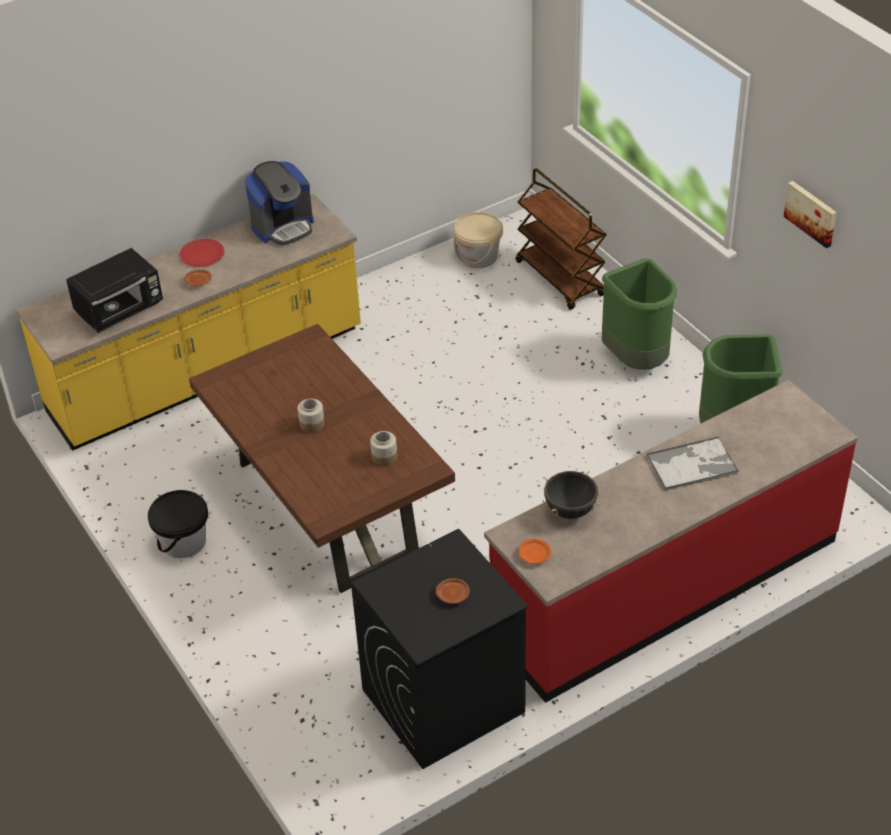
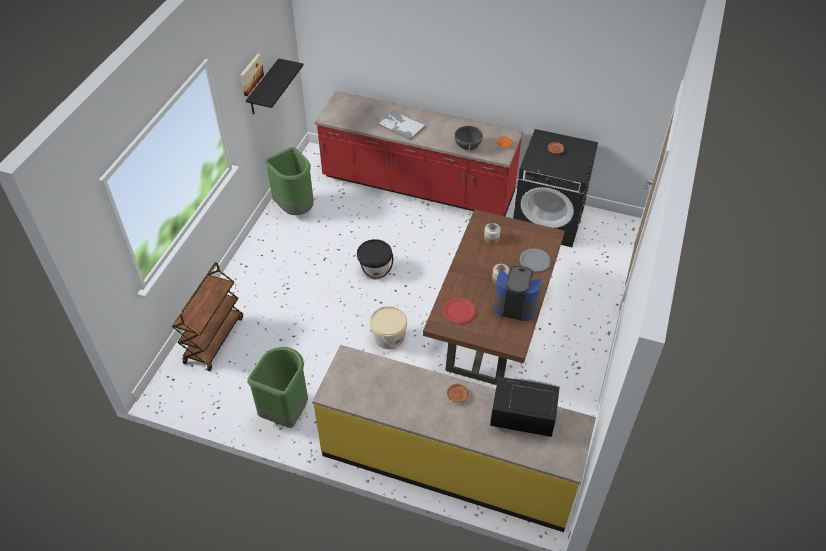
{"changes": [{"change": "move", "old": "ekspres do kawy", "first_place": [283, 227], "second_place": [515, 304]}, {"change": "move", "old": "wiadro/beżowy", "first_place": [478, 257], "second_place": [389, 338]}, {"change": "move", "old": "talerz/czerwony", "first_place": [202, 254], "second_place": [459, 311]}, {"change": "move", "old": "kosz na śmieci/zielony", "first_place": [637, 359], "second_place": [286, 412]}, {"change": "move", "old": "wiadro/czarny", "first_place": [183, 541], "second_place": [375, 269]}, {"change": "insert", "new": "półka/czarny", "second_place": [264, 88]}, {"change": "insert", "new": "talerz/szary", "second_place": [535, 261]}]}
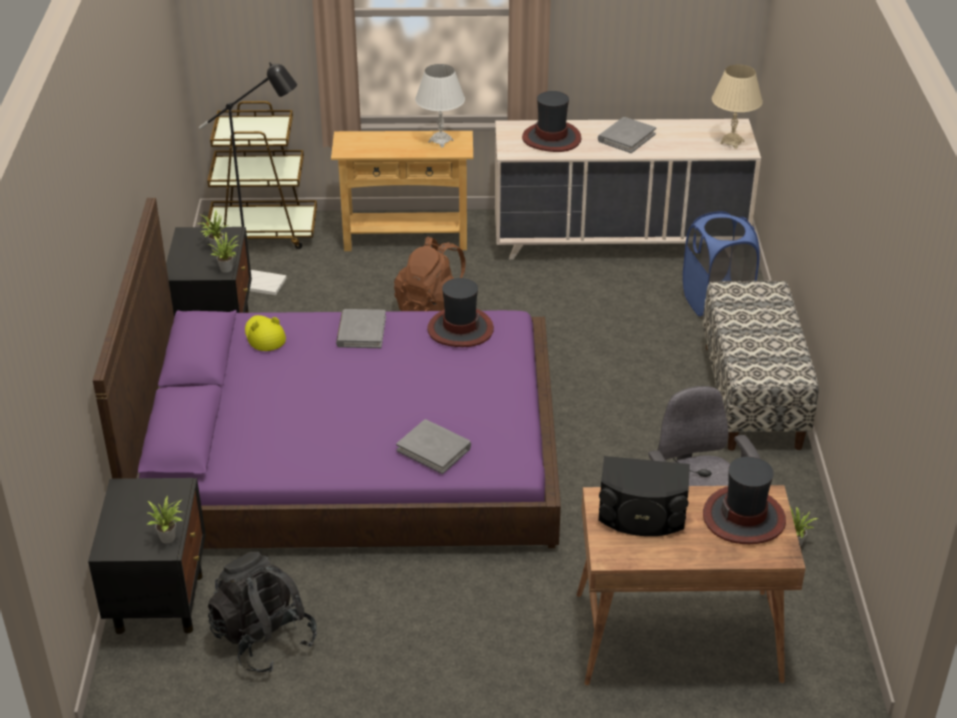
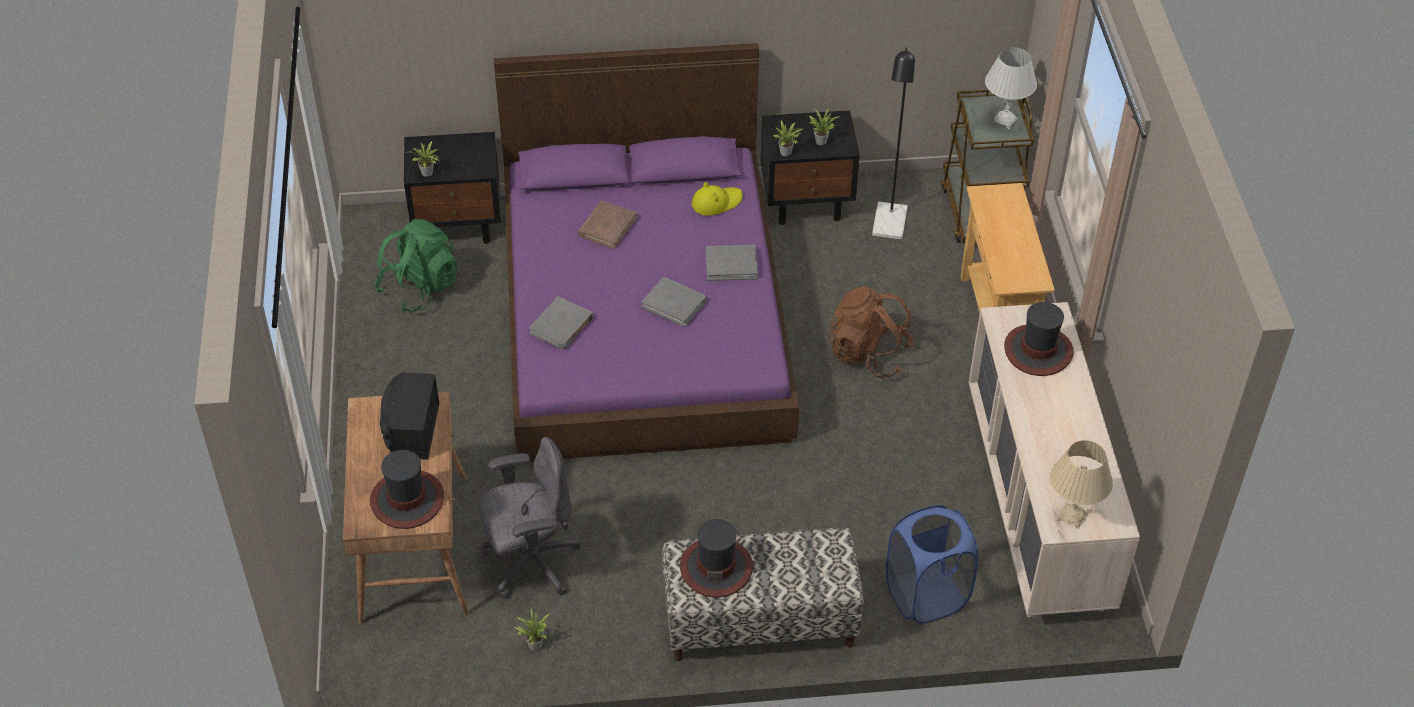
{"changes": [{"change": "move", "old": "lampa stołowa/biały", "first_place": [440, 141], "second_place": [1004, 120]}, {"change": "move", "old": "książka/szary", "first_place": [626, 137], "second_place": [674, 304]}, {"change": "move", "old": "kapelusz", "first_place": [460, 329], "second_place": [716, 567]}, {"change": "recolor", "old": "plecak/czarny", "new": "plecak/zielony", "first_place": [263, 639], "second_place": [419, 287]}, {"change": "insert", "new": "książka/brązowy", "second_place": [607, 227]}]}
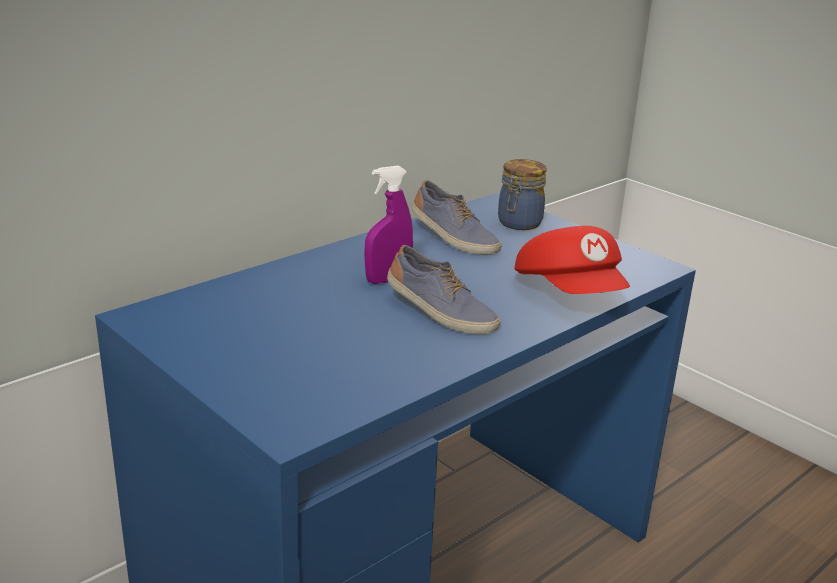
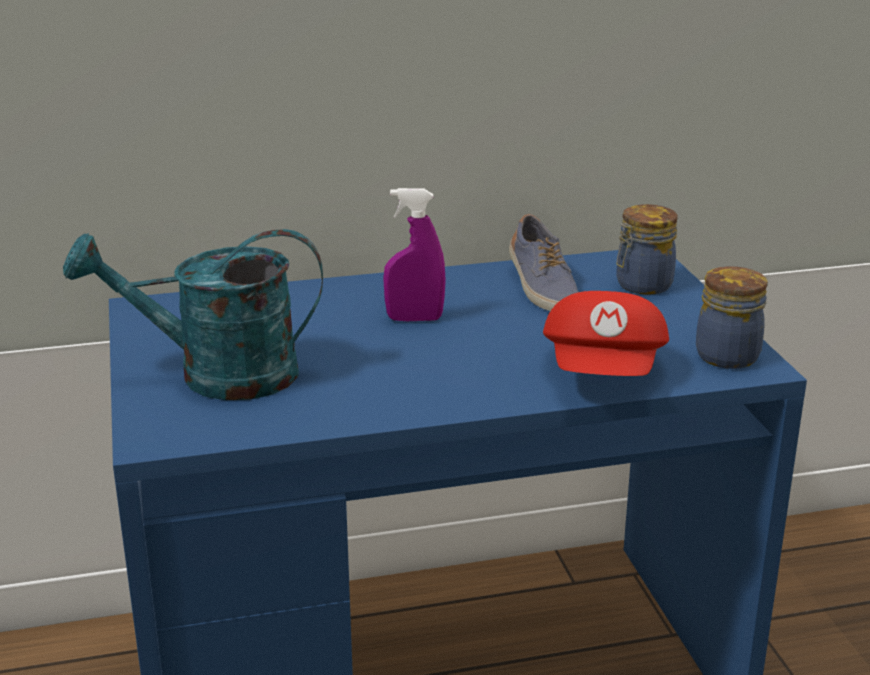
{"changes": [{"change": "delete", "old": "but", "first_place": [440, 313]}, {"change": "insert", "new": "konewka/turkusowy", "second_place": [216, 375]}, {"change": "insert", "new": "słoik", "second_place": [727, 355]}]}
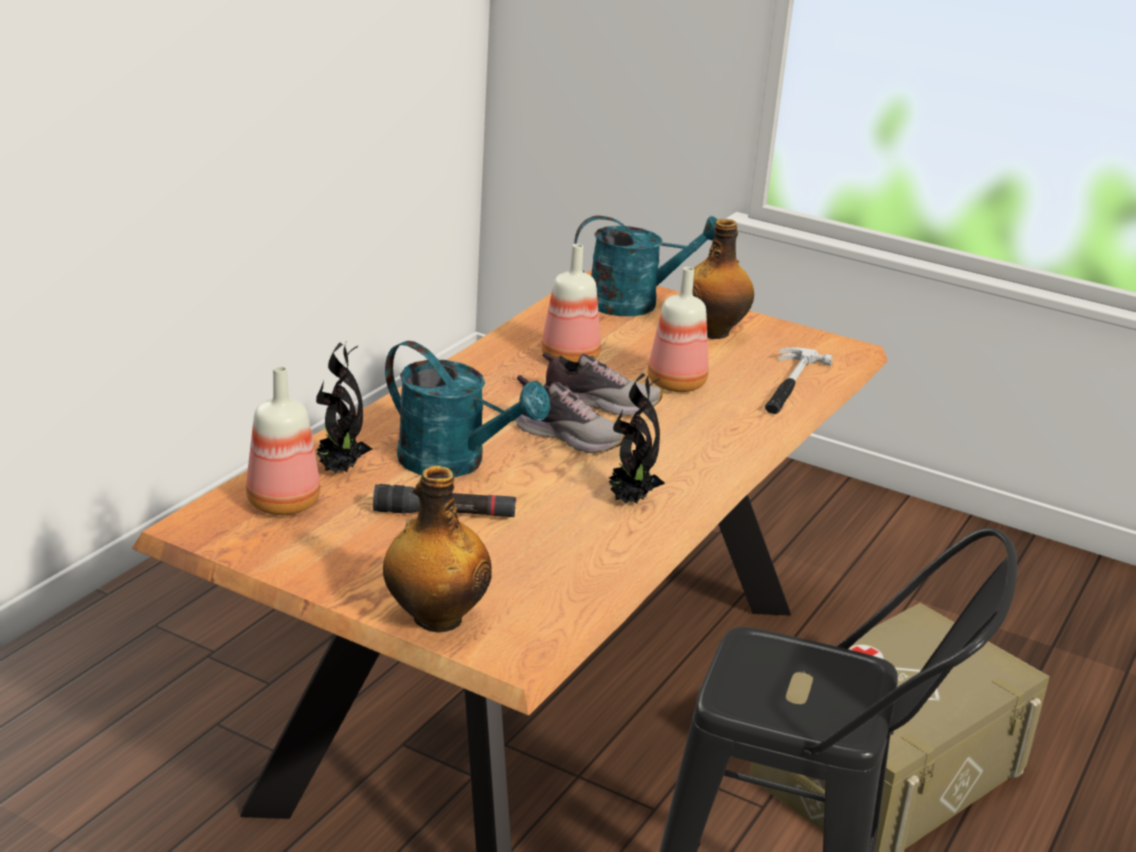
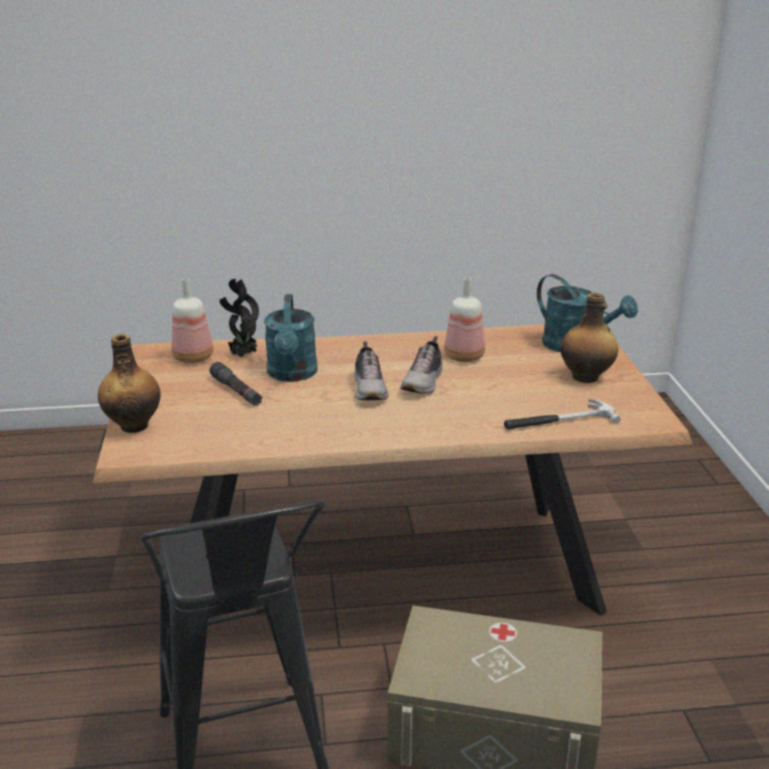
{"changes": [{"change": "delete", "old": "butelka", "first_place": [678, 384]}, {"change": "rotate", "old": "but", "first_place": [600, 404], "second_place": [424, 382], "degrees": 45}, {"change": "delete", "old": "roślina doniczkowa", "first_place": [630, 501]}]}
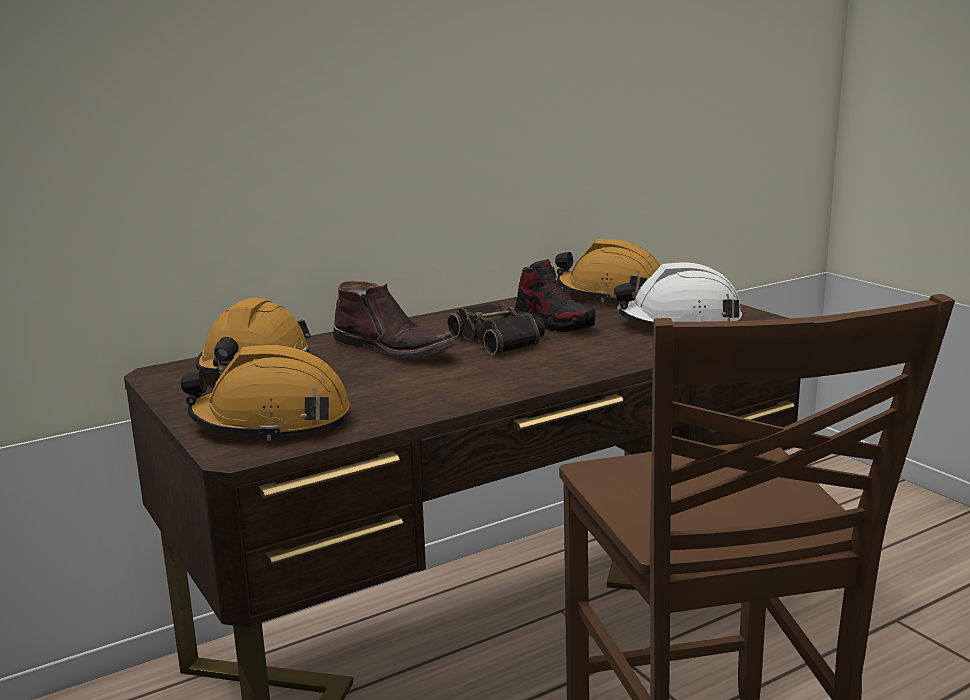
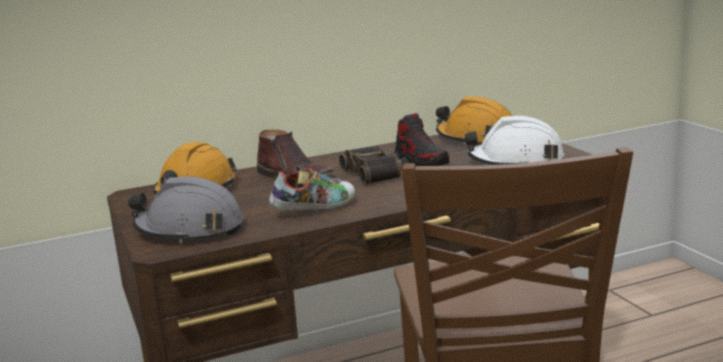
{"changes": [{"change": "recolor", "old": "kask/pomarańczowy", "new": "kask/szary", "first_place": [272, 421], "second_place": [190, 230]}, {"change": "insert", "new": "but", "second_place": [314, 210]}]}
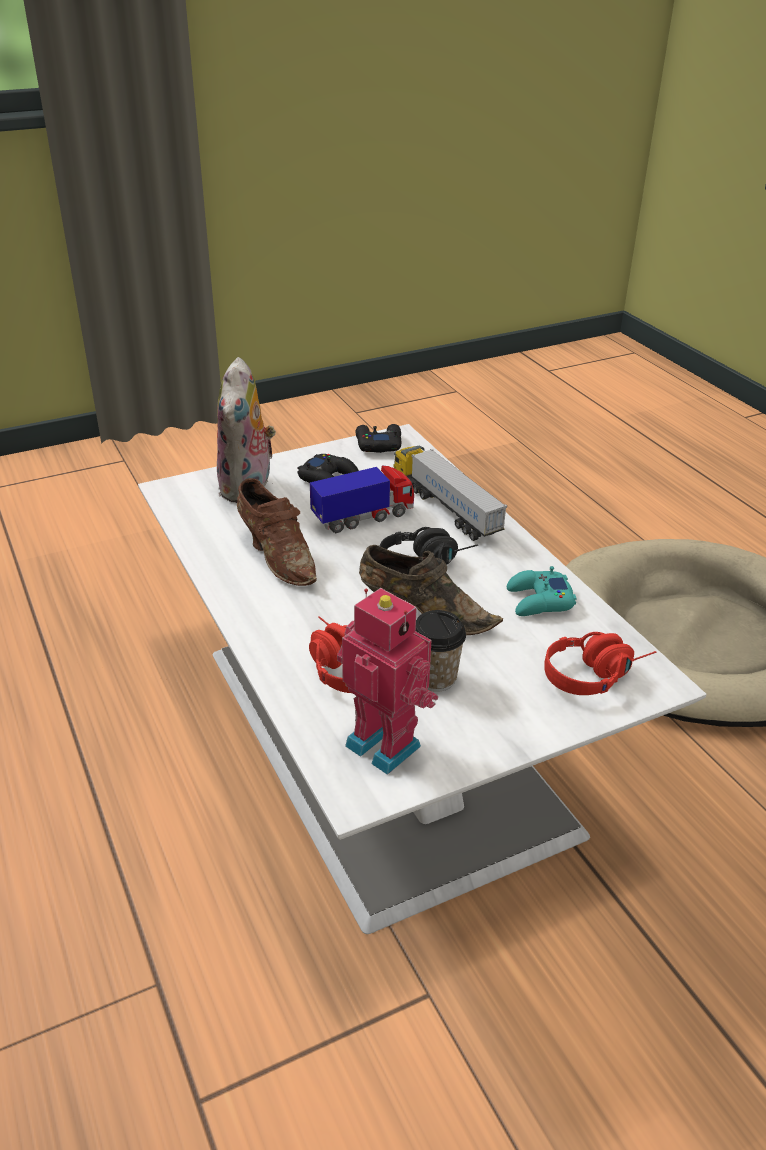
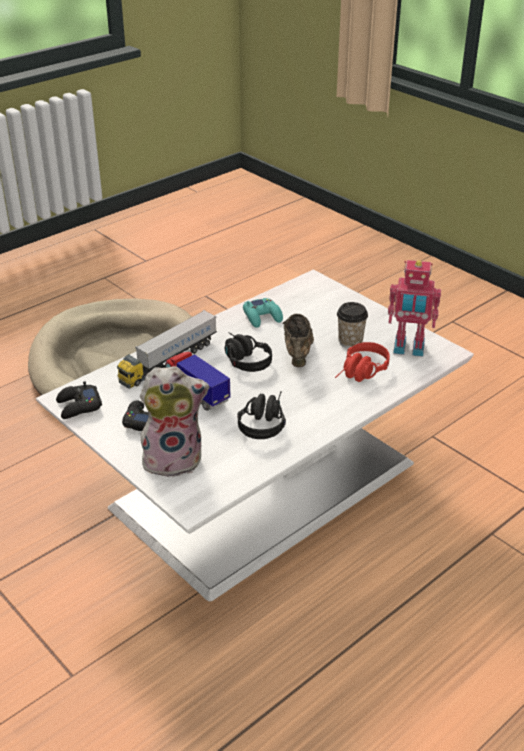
{"changes": [{"change": "replace", "old": "but/brązowy", "new": "słuchawki/czarny", "first_place": [277, 556], "second_place": [263, 421]}, {"change": "rotate", "old": "robot zabawkowy", "first_place": [386, 743], "second_place": [408, 349], "degrees": -105}, {"change": "delete", "old": "słuchawki/czerwony", "first_place": [596, 673]}]}
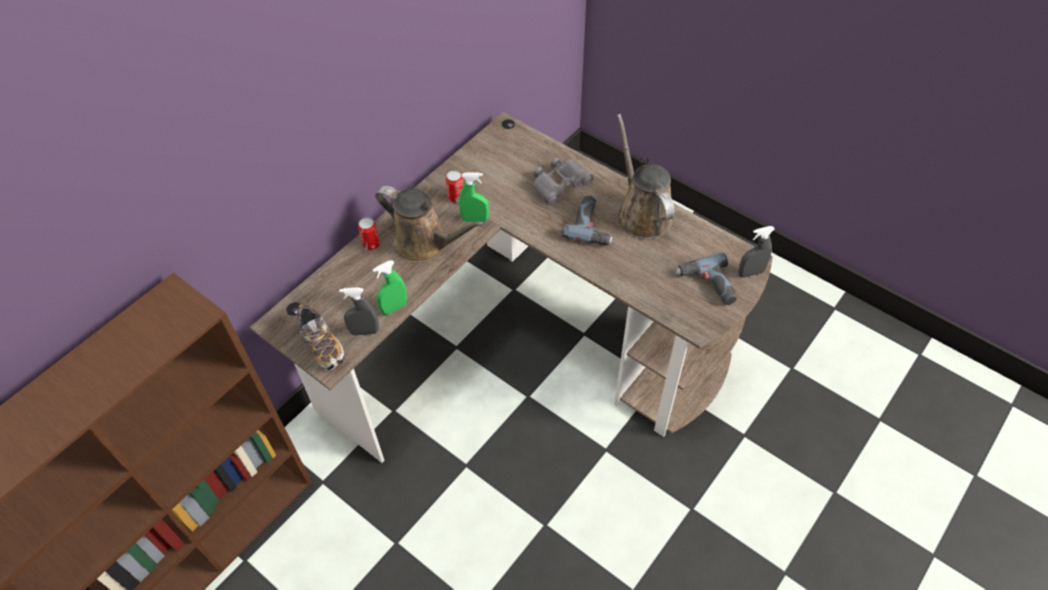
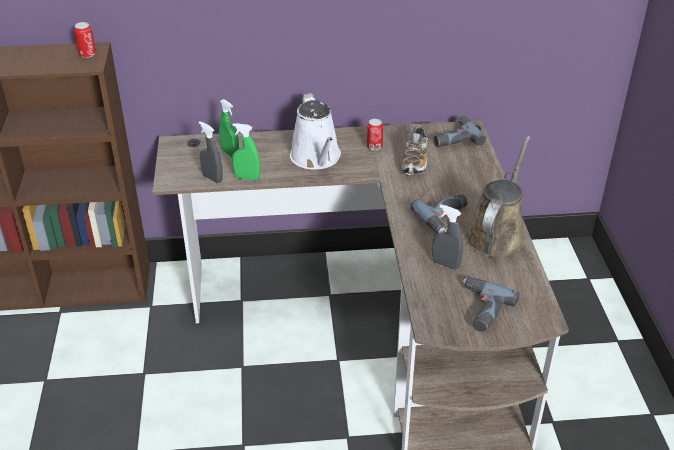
{"changes": [{"change": "delete", "old": "lornetka/szary", "first_place": [559, 184]}, {"change": "move", "old": "spryskiwacz/zielony", "first_place": [475, 219], "second_place": [230, 153]}, {"change": "recolor", "old": "konewka/brązowy", "new": "konewka/biały", "first_place": [425, 243], "second_place": [317, 158]}, {"change": "move", "old": "puszka", "first_place": [371, 244], "second_place": [87, 54]}, {"change": "move", "old": "spryskiwacz/szary", "first_place": [750, 273], "second_place": [445, 264]}, {"change": "move", "old": "but", "first_place": [322, 345], "second_place": [415, 161]}, {"change": "insert", "new": "wiertarka", "second_place": [454, 137]}]}
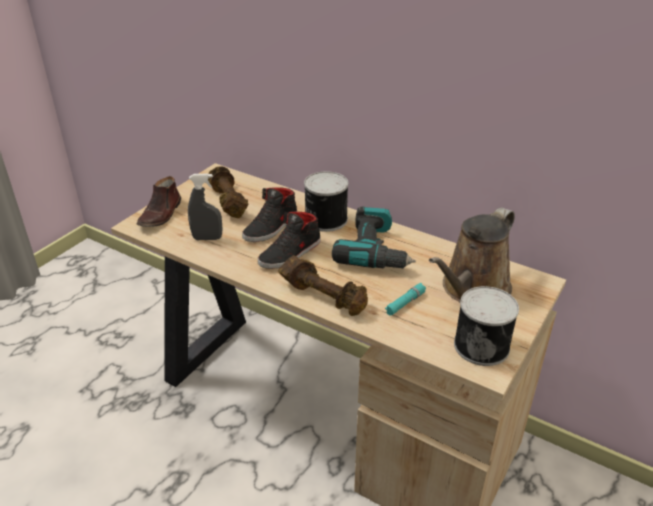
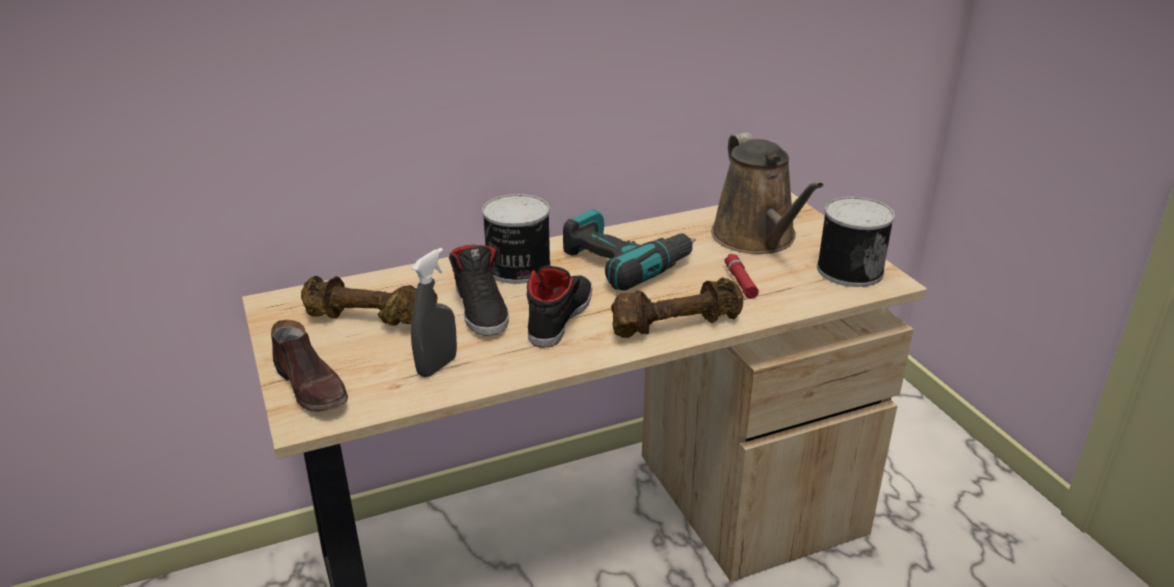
{"changes": [{"change": "rotate", "old": "but/czarny", "first_place": [290, 253], "second_place": [559, 316], "degrees": -150}, {"change": "recolor", "old": "latarka/turkusowy", "new": "latarka/czerwony", "first_place": [405, 303], "second_place": [740, 282]}]}
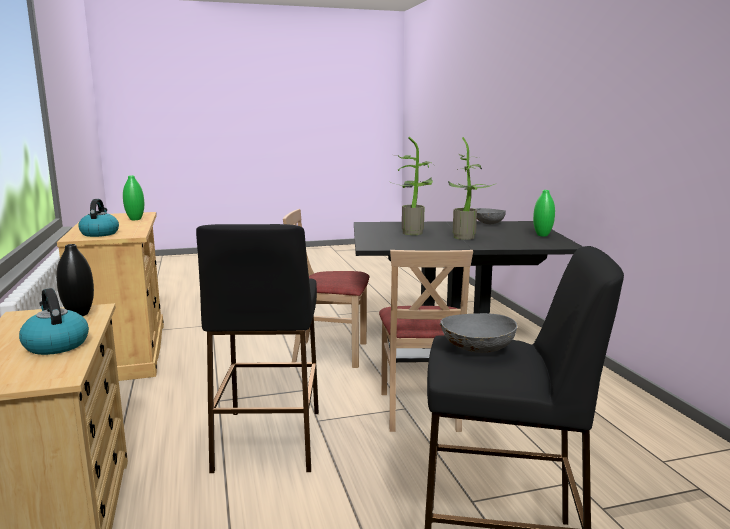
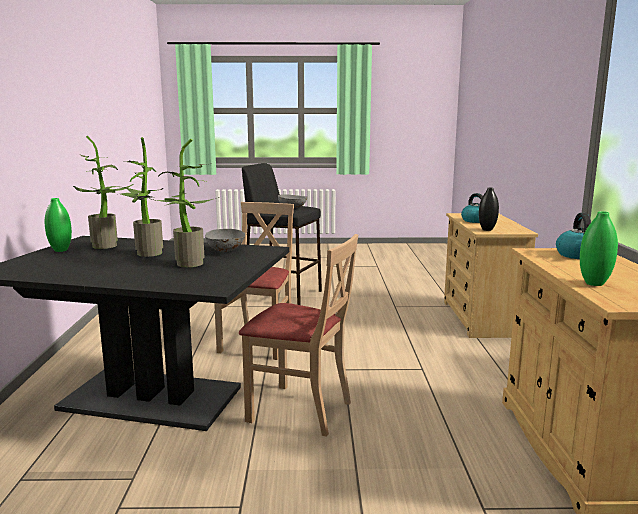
{"changes": [{"change": "move", "old": "miska/szary", "first_place": [487, 223], "second_place": [226, 250]}, {"change": "delete", "old": "stołek/czarny", "first_place": [268, 440]}, {"change": "insert", "new": "roślina doniczkowa", "second_place": [108, 245]}]}
